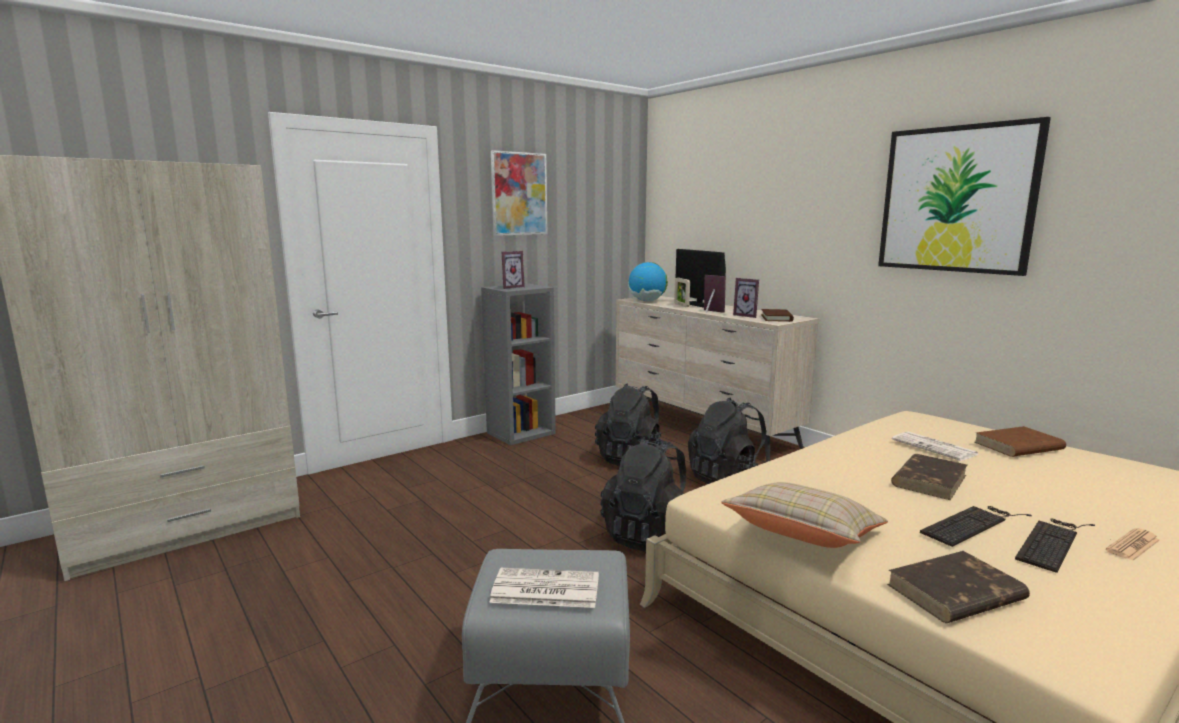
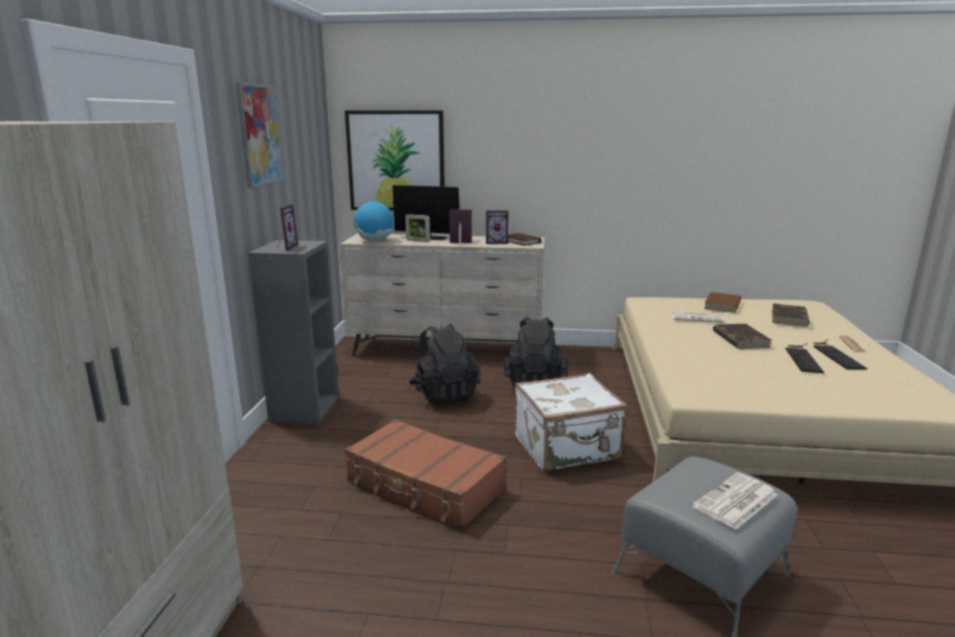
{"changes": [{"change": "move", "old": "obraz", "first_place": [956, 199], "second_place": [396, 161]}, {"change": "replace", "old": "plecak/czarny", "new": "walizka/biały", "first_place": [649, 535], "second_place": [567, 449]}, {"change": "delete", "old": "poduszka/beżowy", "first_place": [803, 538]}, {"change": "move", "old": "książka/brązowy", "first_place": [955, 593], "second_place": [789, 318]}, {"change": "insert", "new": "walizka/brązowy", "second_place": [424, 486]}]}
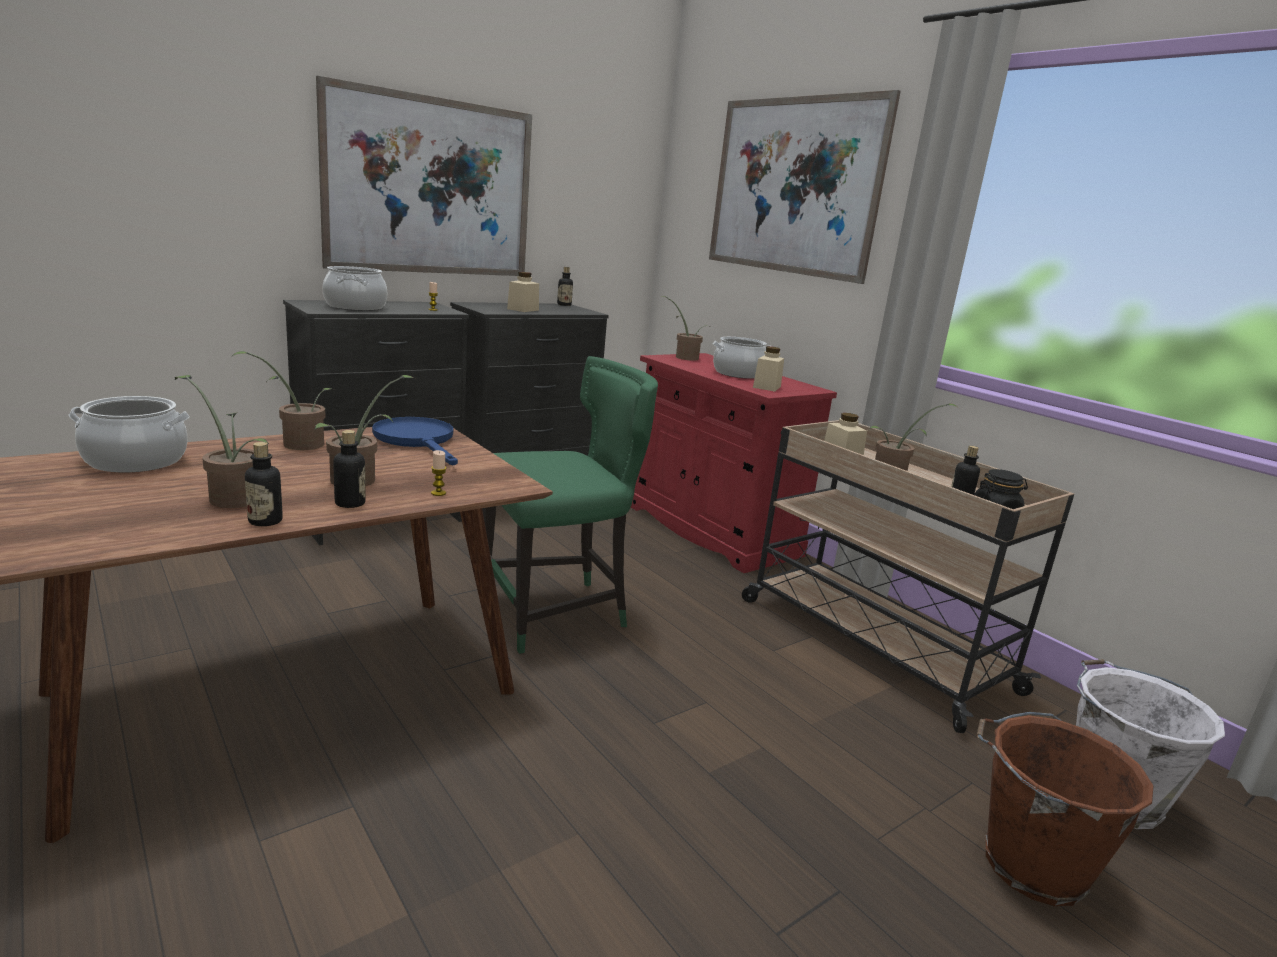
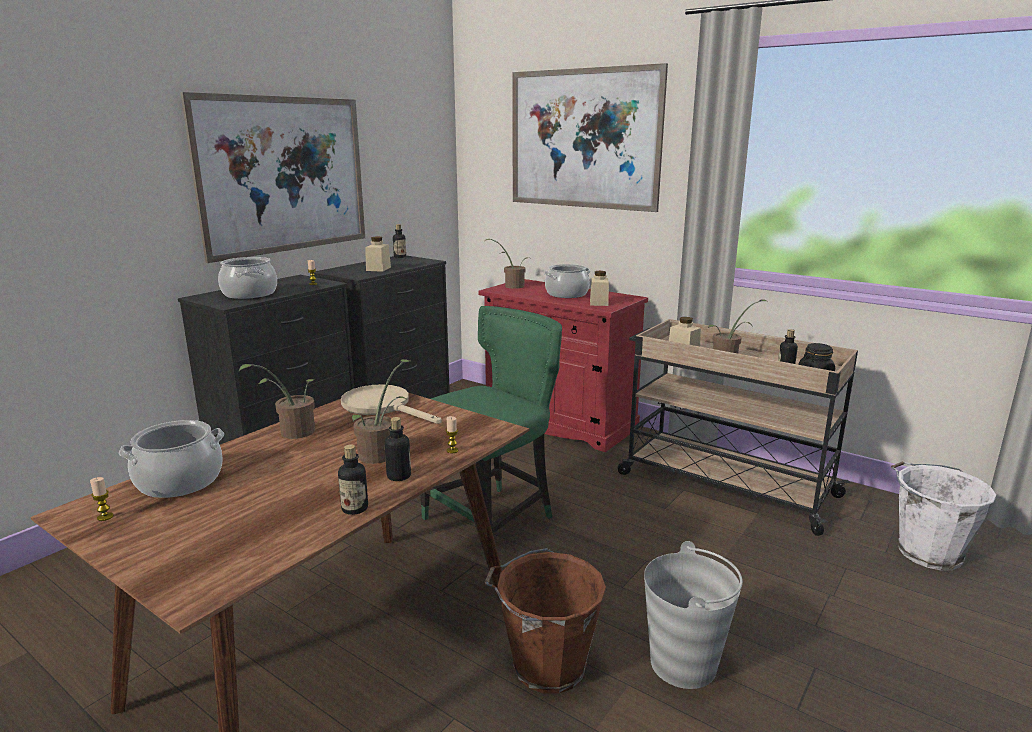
{"changes": [{"change": "delete", "old": "roślina doniczkowa", "first_place": [232, 497]}, {"change": "recolor", "old": "patelnia/niebieski", "new": "patelnia/beżowy", "first_place": [418, 441], "second_place": [383, 407]}, {"change": "move", "old": "wiadro/brązowy", "first_place": [1029, 864], "second_place": [546, 666]}, {"change": "insert", "new": "świeca", "second_place": [105, 517]}, {"change": "insert", "new": "wiadro/szary", "second_place": [684, 664]}]}
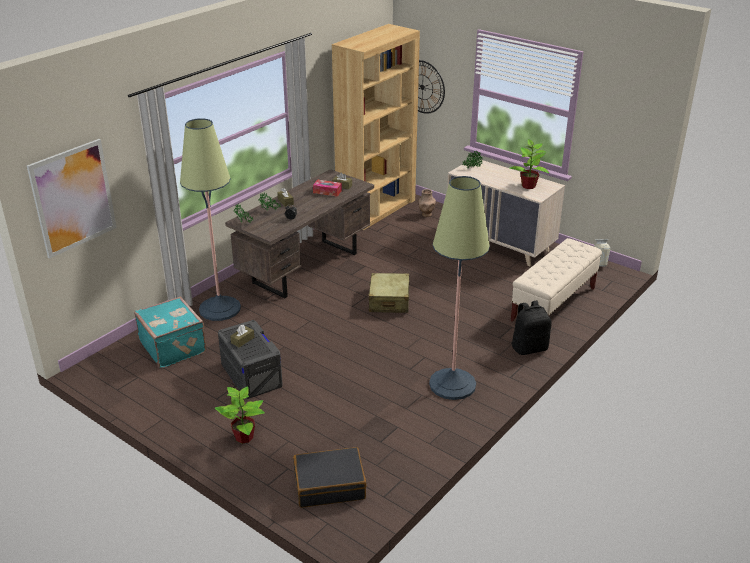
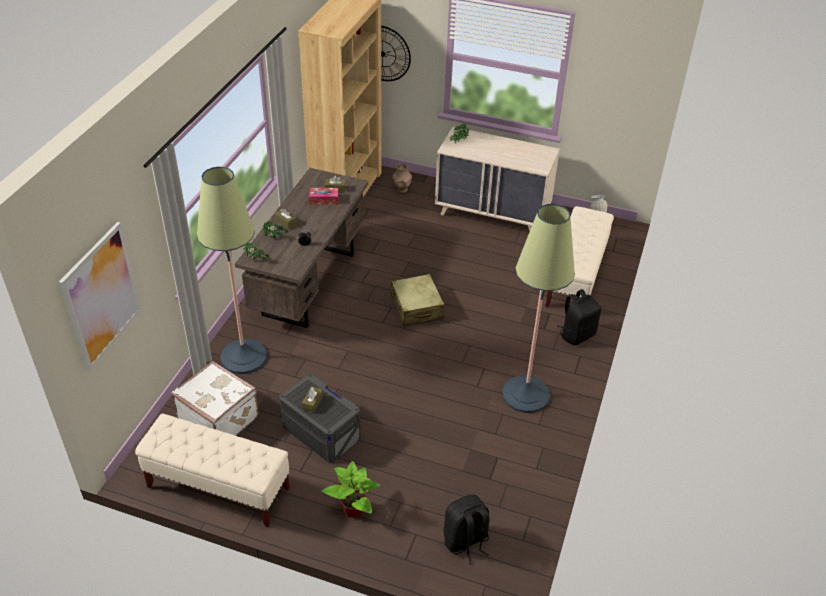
{"changes": [{"change": "delete", "old": "roślina doniczkowa", "first_place": [528, 186]}, {"change": "recolor", "old": "walizka/turkusowy", "new": "walizka/biały", "first_place": [174, 347], "second_place": [219, 418]}, {"change": "replace", "old": "walizka/czarny", "new": "plecak/czarny", "first_place": [329, 485], "second_place": [466, 542]}, {"change": "insert", "new": "ławka/beżowy", "second_place": [218, 488]}]}
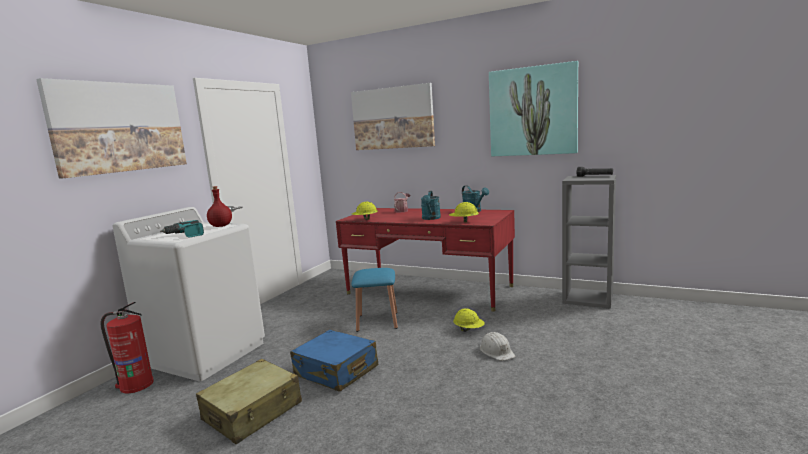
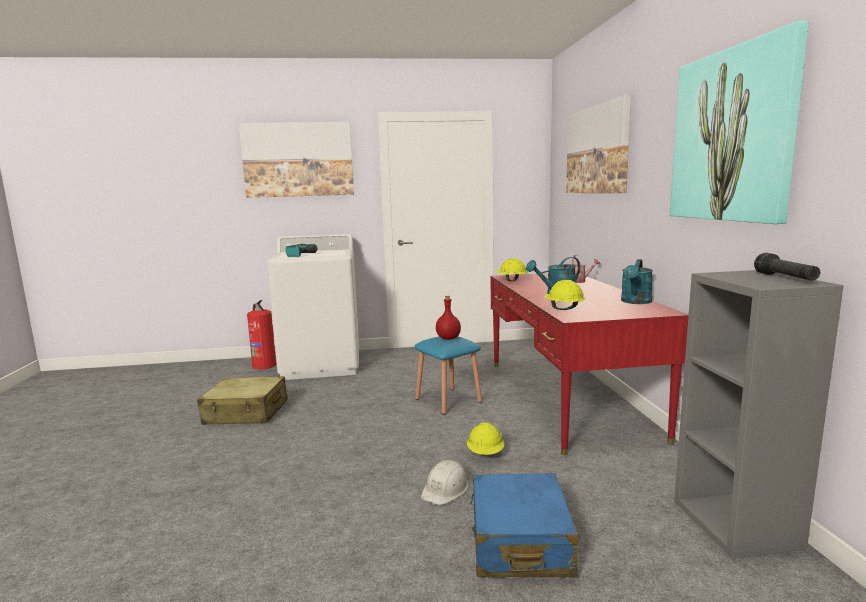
{"changes": [{"change": "move", "old": "butelka/czerwony", "first_place": [220, 226], "second_place": [448, 338]}, {"change": "move", "old": "walizka/niebieski", "first_place": [336, 371], "second_place": [519, 542]}]}
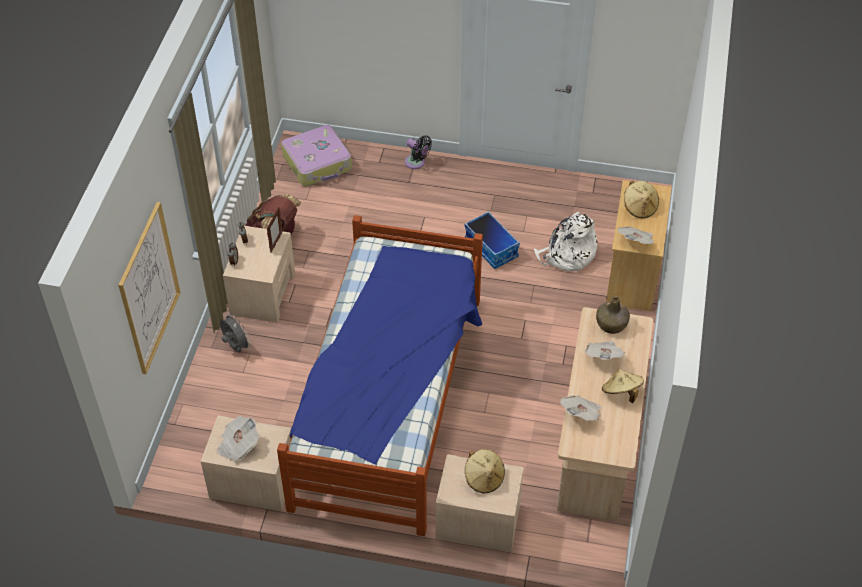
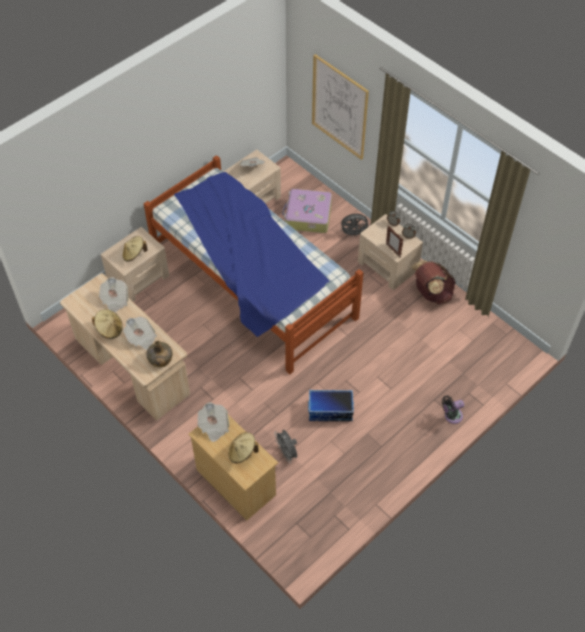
{"changes": [{"change": "move", "old": "walizka", "first_place": [318, 163], "second_place": [307, 216]}, {"change": "replace", "old": "plecak/biały", "new": "wentylator/szary", "first_place": [567, 255], "second_place": [287, 453]}]}
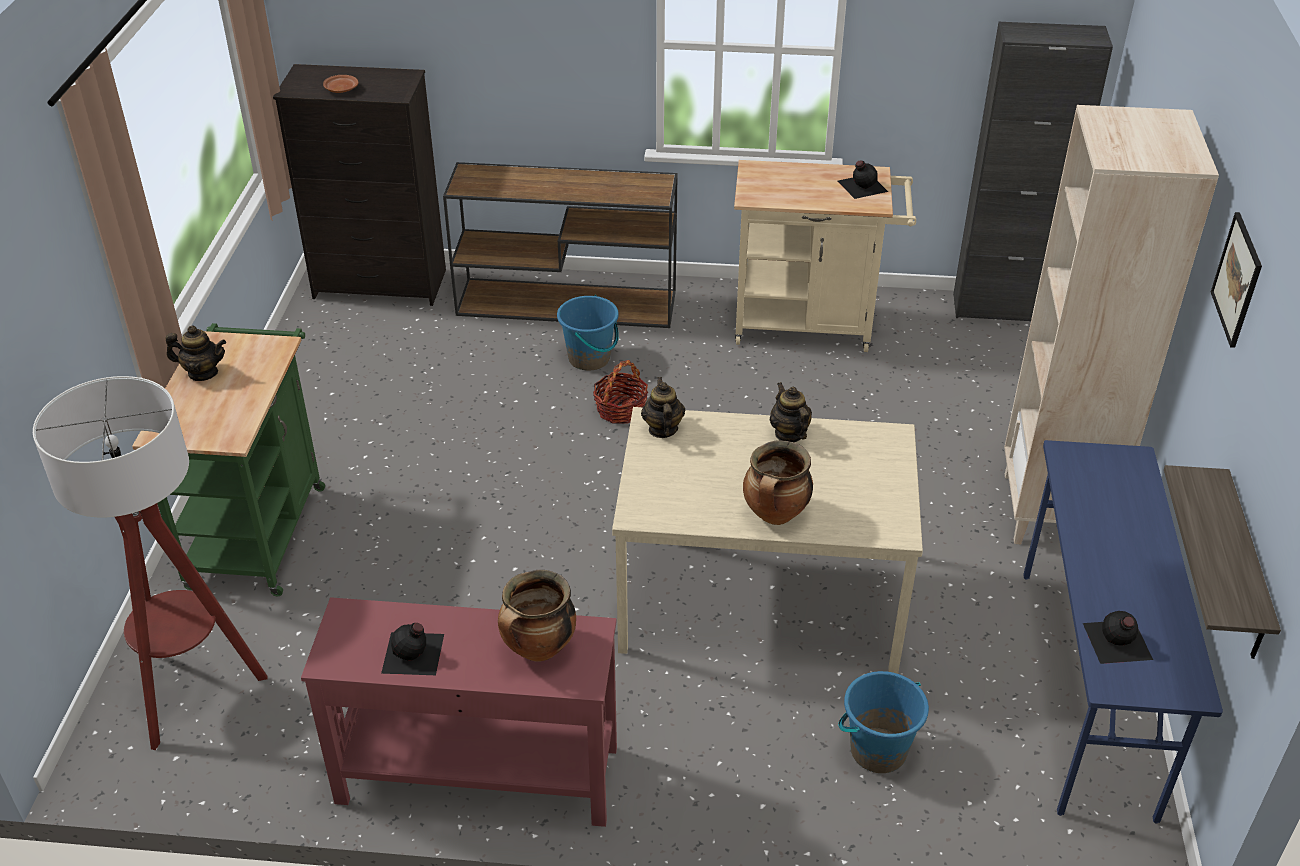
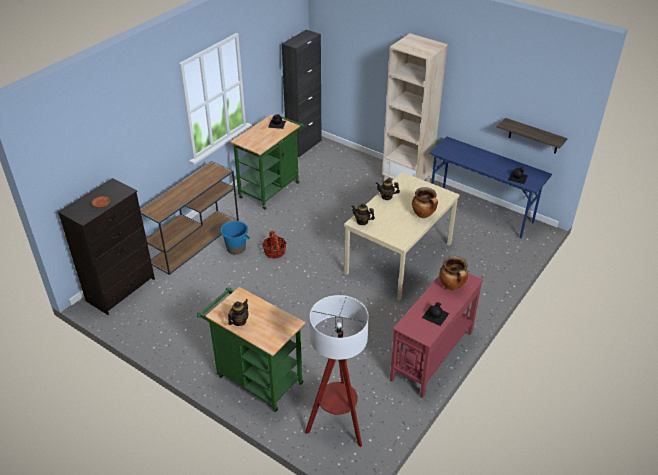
{"changes": [{"change": "recolor", "old": "wózek/beżowy", "new": "wózek/zielony", "first_place": [812, 325], "second_place": [271, 188]}, {"change": "delete", "old": "obraz", "first_place": [1237, 279]}, {"change": "delete", "old": "wiadro/niebieski", "first_place": [878, 750]}]}
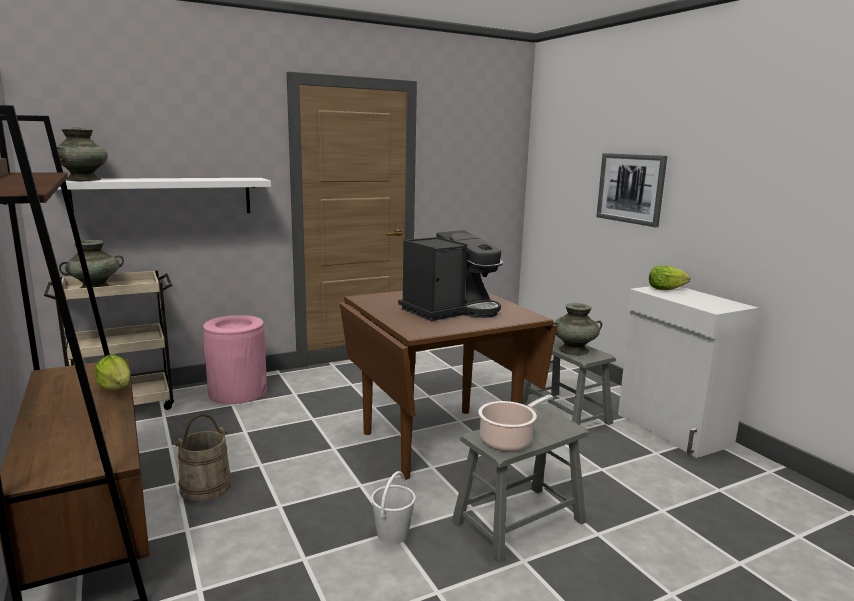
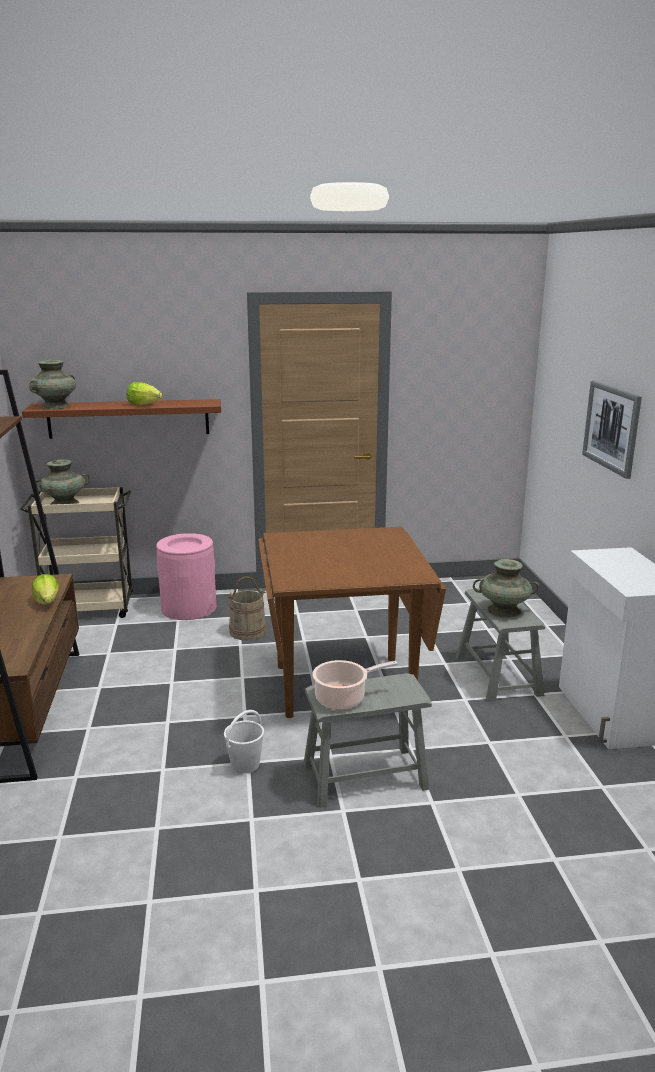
{"changes": [{"change": "recolor", "old": "półka/biały", "new": "półka/brązowy", "first_place": [164, 197], "second_place": [128, 418]}, {"change": "delete", "old": "ekspres do kawy", "first_place": [451, 310]}, {"change": "move", "old": "sałata", "first_place": [665, 289], "second_place": [143, 405]}, {"change": "move", "old": "wiadro/beżowy", "first_place": [205, 487], "second_place": [247, 631]}]}
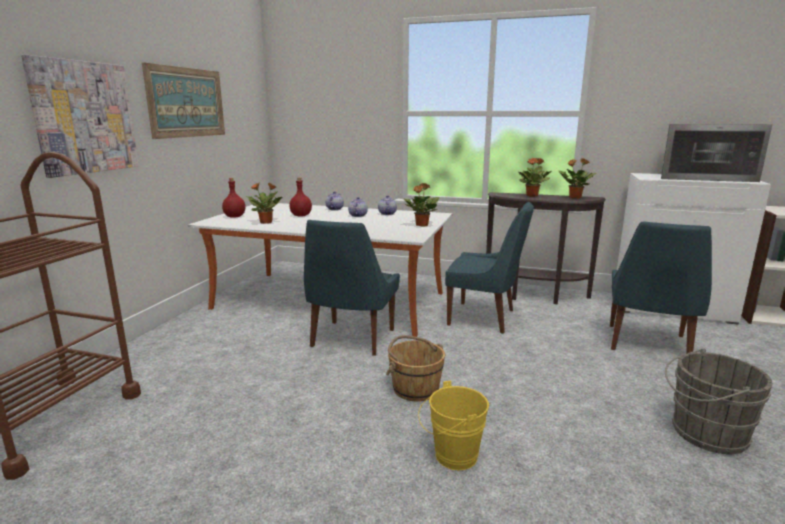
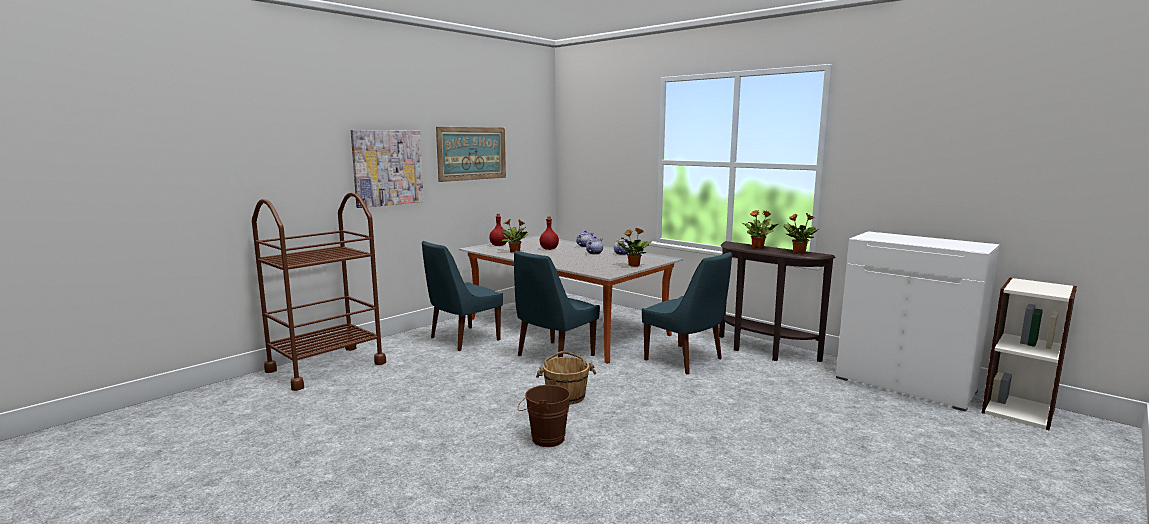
{"changes": [{"change": "delete", "old": "mikrofalówka", "first_place": [702, 177]}, {"change": "move", "old": "krzesło/niebieski", "first_place": [647, 344], "second_place": [462, 339]}, {"change": "delete", "old": "wiadro/szary", "first_place": [704, 433]}, {"change": "recolor", "old": "wiadro/żółty", "new": "wiadro/brązowy", "first_place": [451, 456], "second_place": [544, 438]}]}
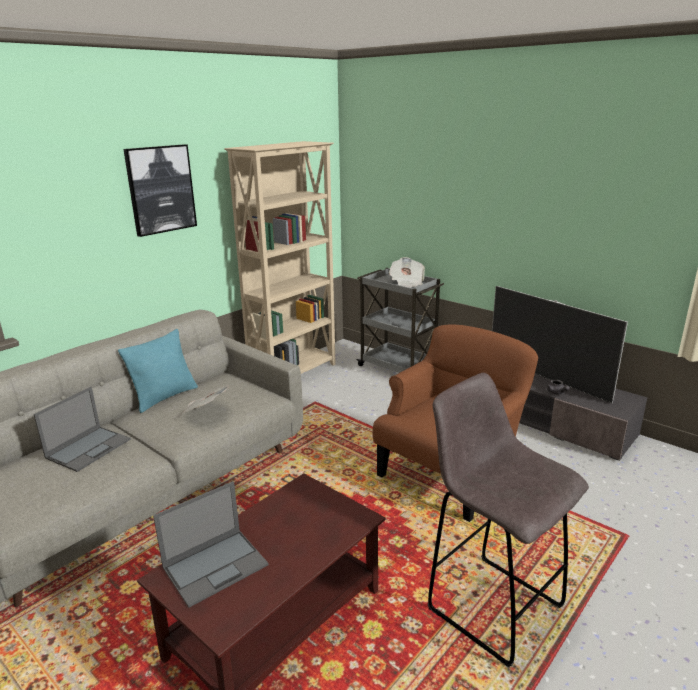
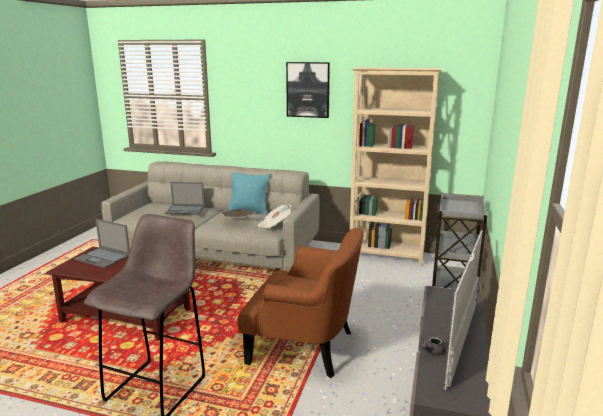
{"changes": [{"change": "move", "old": "gazeta", "first_place": [406, 283], "second_place": [274, 225]}]}
